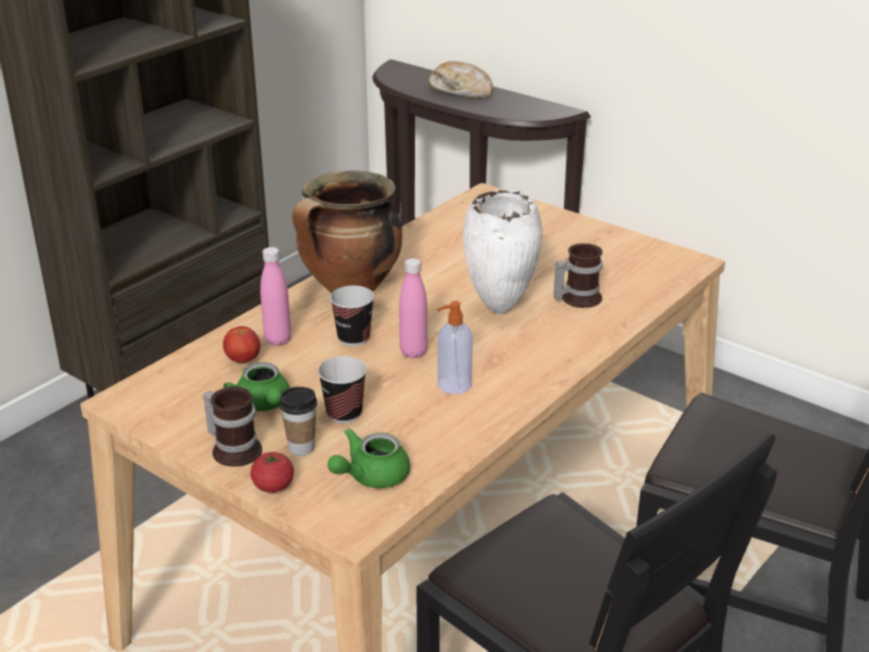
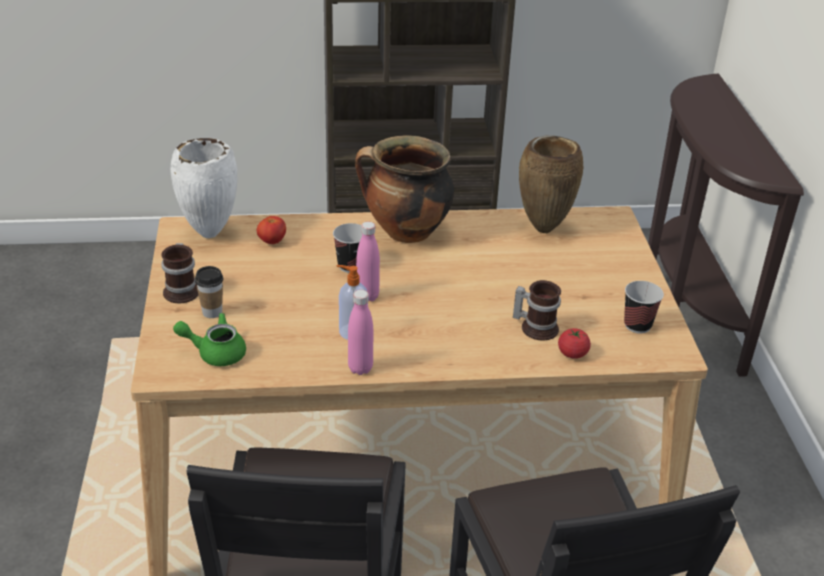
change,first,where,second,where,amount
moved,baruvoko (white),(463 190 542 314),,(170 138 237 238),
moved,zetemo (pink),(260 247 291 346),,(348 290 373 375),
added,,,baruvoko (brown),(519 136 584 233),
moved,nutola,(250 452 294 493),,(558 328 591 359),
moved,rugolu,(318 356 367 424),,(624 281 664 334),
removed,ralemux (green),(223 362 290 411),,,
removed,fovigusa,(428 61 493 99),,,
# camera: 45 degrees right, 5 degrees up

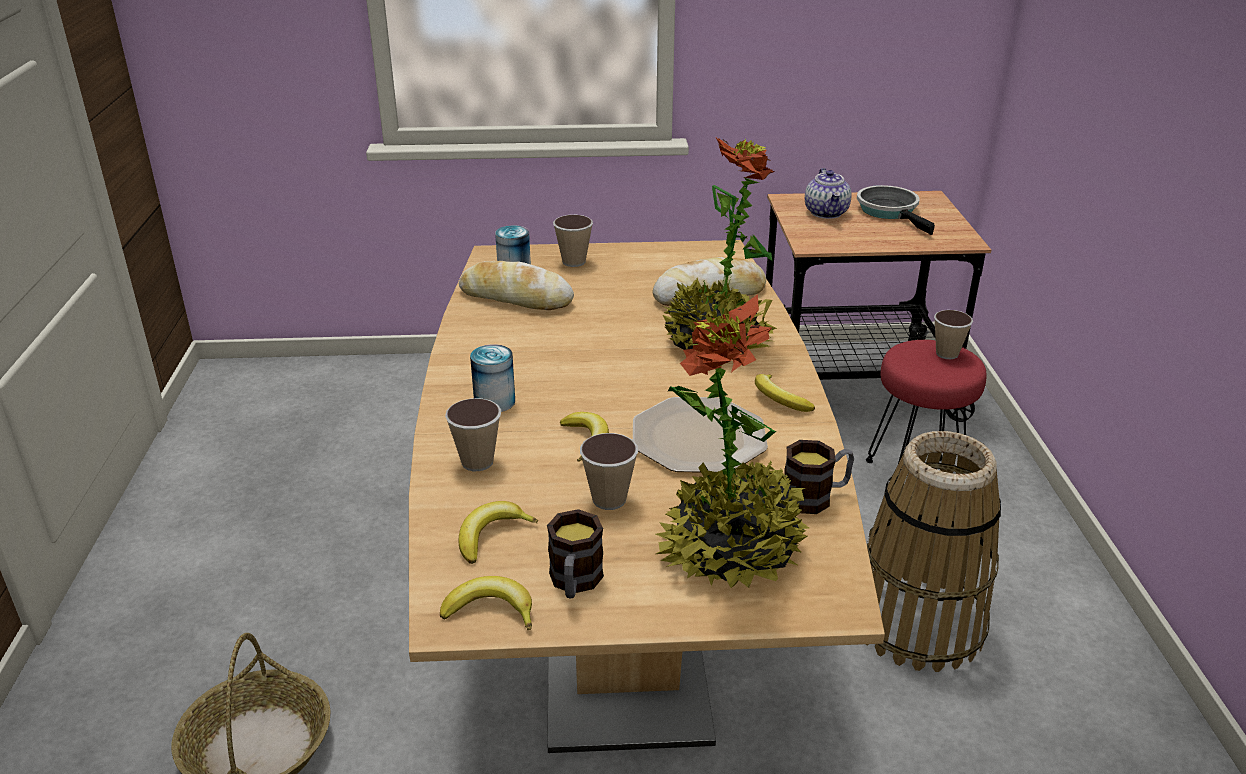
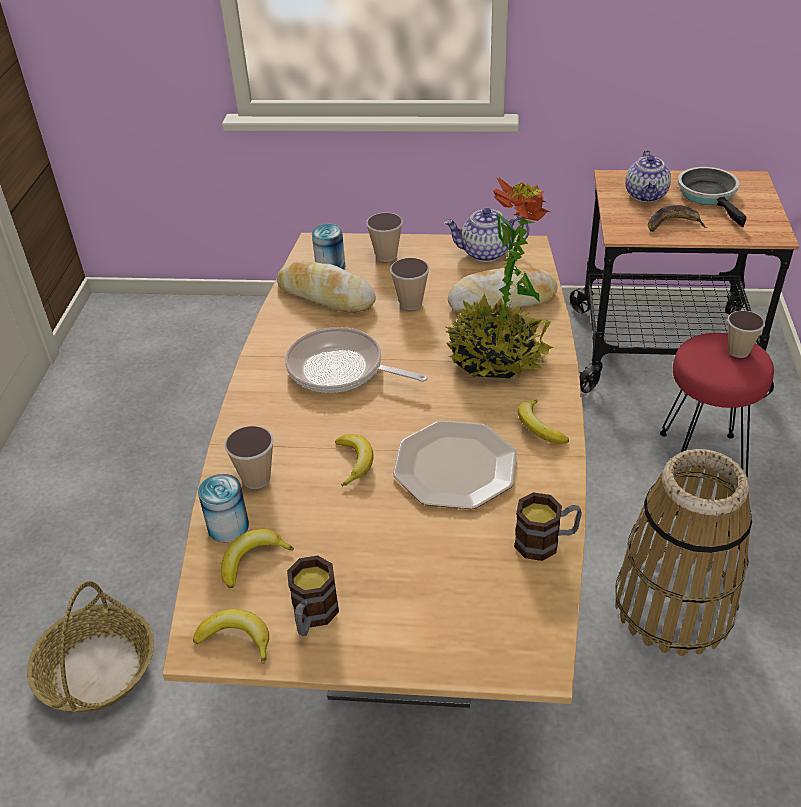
change,first,where,second,where,amount
moved,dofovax,(470 344 515 412),,(198 474 249 543),
added,,,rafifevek,(285 327 428 393),
moved,rugolu,(580 433 638 510),,(390 258 430 310),
added,,,ralemux,(444 208 530 262),
added,,,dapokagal,(648 205 707 232),
removed,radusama,(656 294 809 588),,,
# camera: 10 degrees right, 10 degrees up

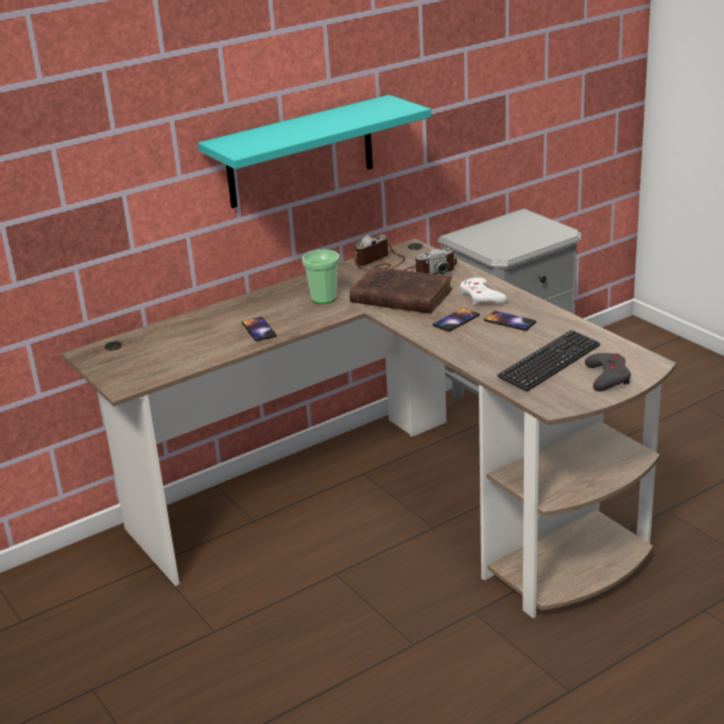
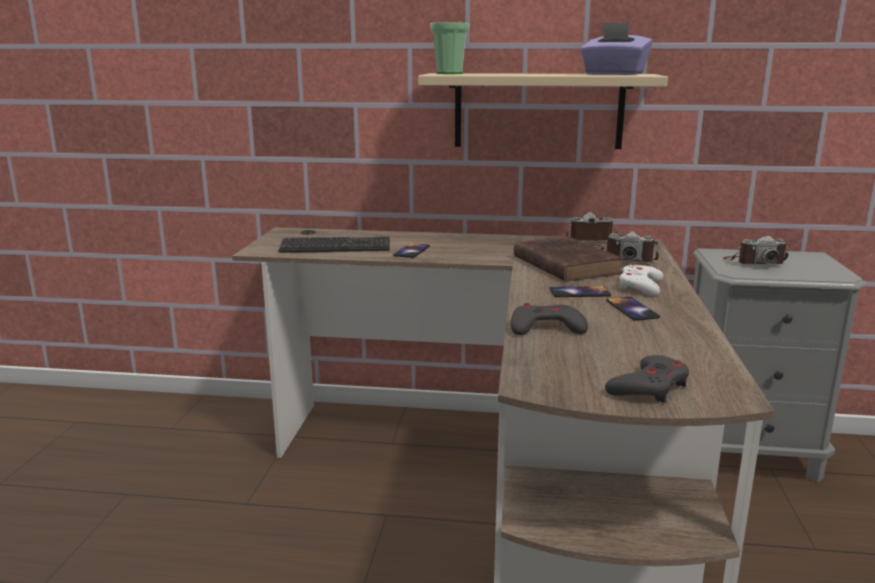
change,first,where,second,where,amount
moved,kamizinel,(497 330 600 392),,(279 236 390 253),
recoloured,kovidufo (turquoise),(198 95 431 208),kovidufo (beige),(418 73 668 149),
moved,rugolu,(302 249 339 304),,(430 22 469 74),
added,,,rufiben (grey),(511 303 588 335),
added,,,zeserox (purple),(580 22 652 75),
added,,,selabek,(723 236 789 264),
# camera: 40 degrees right, 10 degrees down

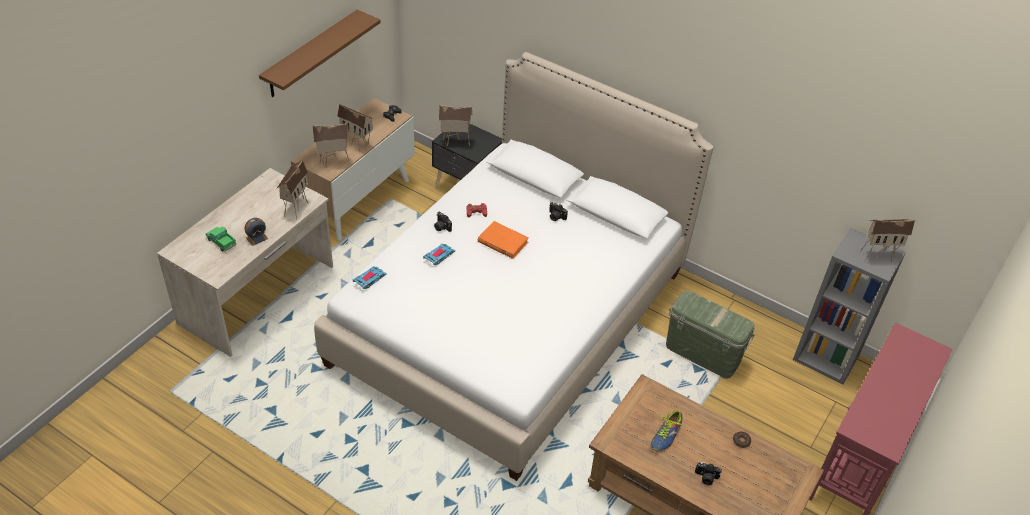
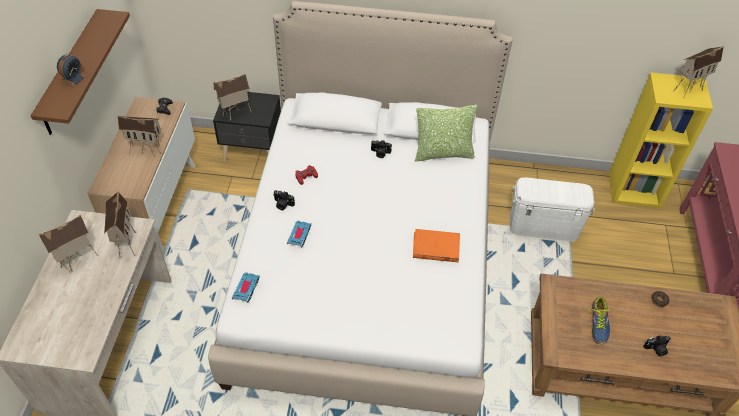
change,first,where,second,where,amount
moved,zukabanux,(312 123 350 168),,(38 215 98 273),
moved,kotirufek,(245 218 268 246),,(57 54 87 87),
moved,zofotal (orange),(478 221 529 259),,(413 229 460 262),
added,,,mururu,(415 105 478 162),
recoloured,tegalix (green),(666 291 755 379),tegalix (white),(510 178 595 242),
recoloured,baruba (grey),(793 228 906 384),baruba (yellow),(609 72 713 208),
removed,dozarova,(206 226 237 252),,,
# camera: 25 degrees left, 5 degrees up

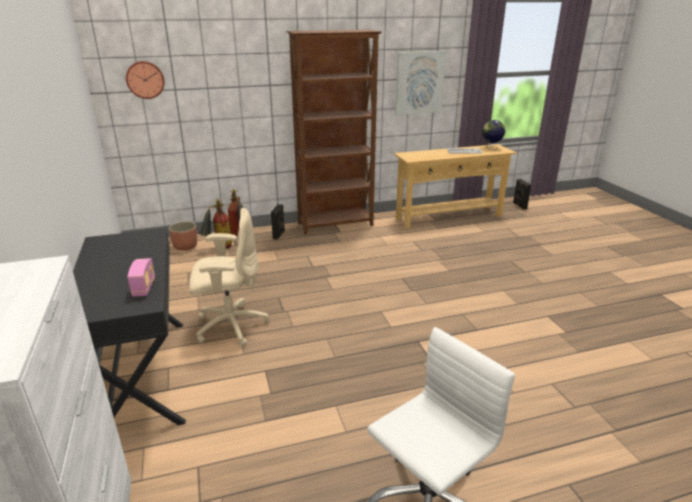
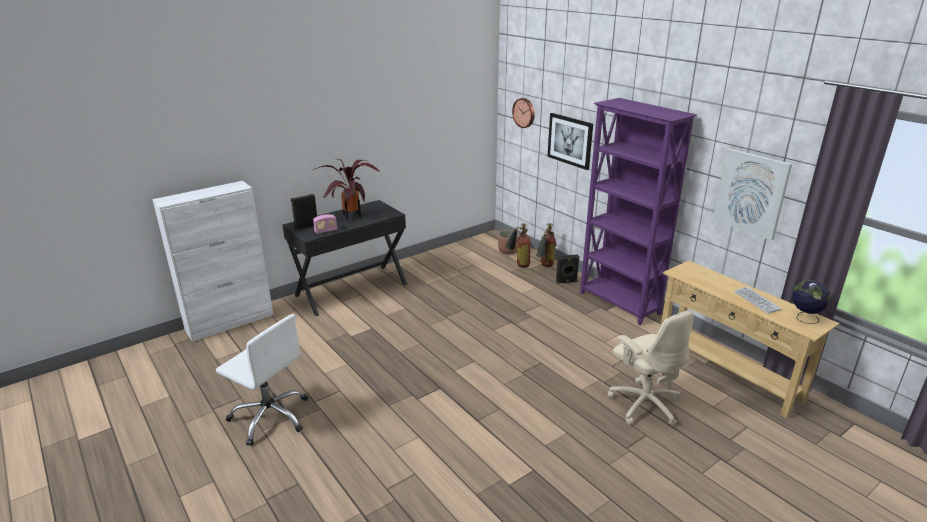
change,first,where,second,where,amount
moved,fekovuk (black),(513 179 531 210),,(290 194 317 230),
added,,,radusama,(313 159 381 220),
added,,,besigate,(547 113 593 170),
recoloured,baruba (brown),(286 29 382 235),baruba (purple),(580 98 697 325),
moved,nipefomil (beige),(189 208 269 346),,(607 310 693 426),
# camera: 70 degrees right, 0 degrees up

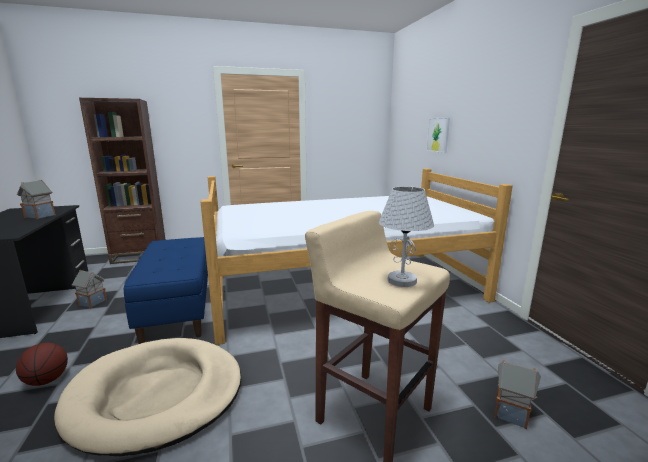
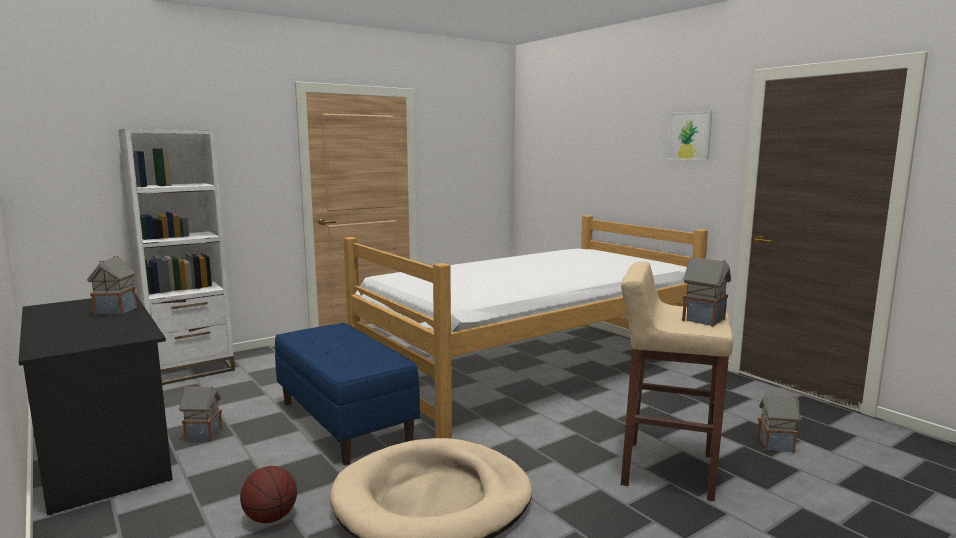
change,first,where,second,where,amount
recoloured,baruba (brown),(79 98 166 264),baruba (white),(118 129 235 385),
moved,besigate,(426 117 450 153),,(667 111 712 161),
replaced,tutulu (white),(379 186 434 287),zukabanux,(682 256 732 327),
# camera: 20 degrees left, 5 degrees down

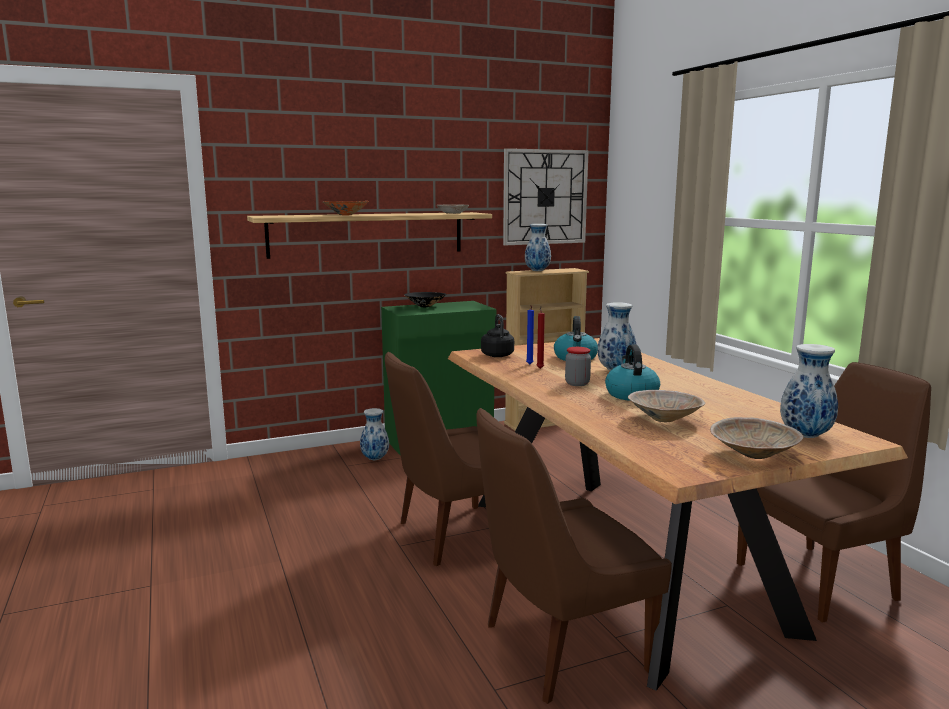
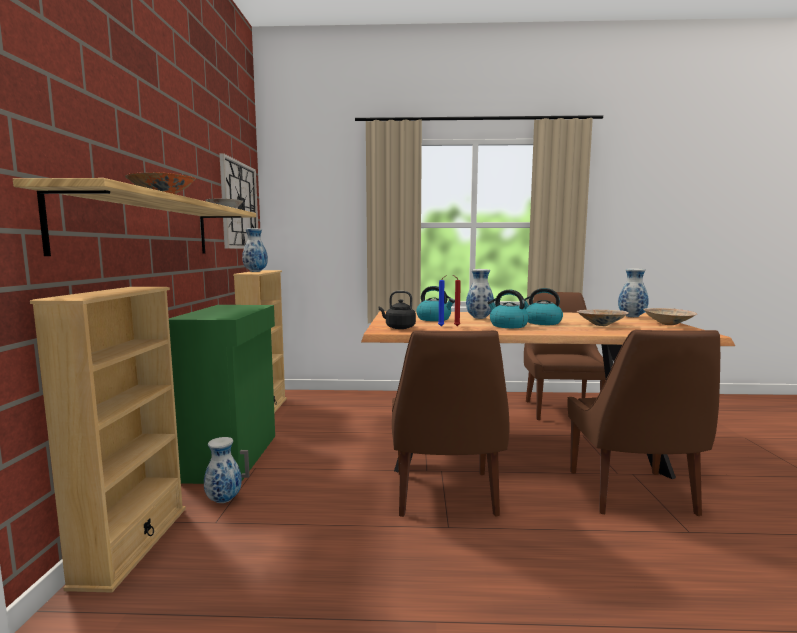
change,first,where,second,where,amount
added,,,baruba (beige),(30 287 186 593),
replaced,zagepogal,(565 347 591 386),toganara,(488 290 529 328),
removed,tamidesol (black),(404 292 446 307),,,
# camera: 65 degrees left, 5 degrees down

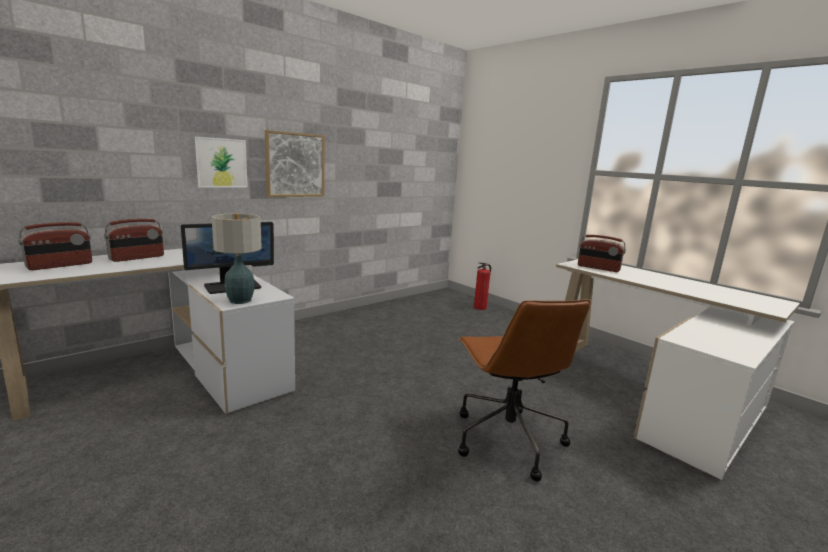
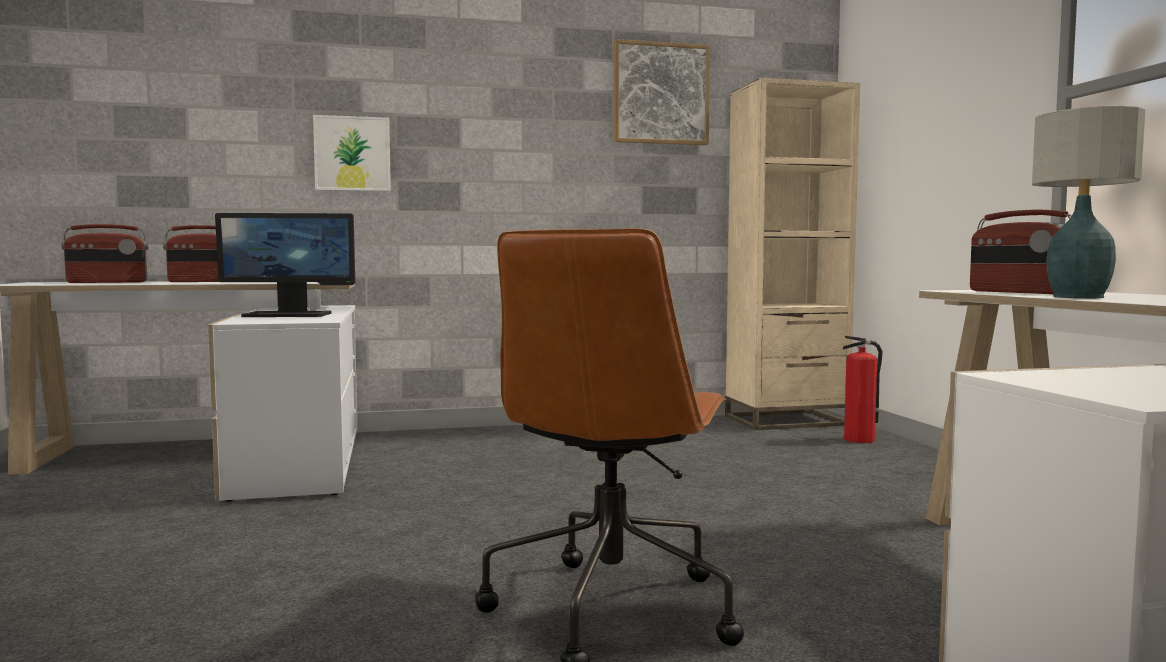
change,first,where,second,where,amount
moved,besigate,(265 130 325 197),,(614 39 710 145),
added,,,baruba (beige),(725 78 860 430),
moved,tutulu,(212 213 262 304),,(1032 106 1145 298),
# camera: 30 degrees right, 10 degrees down

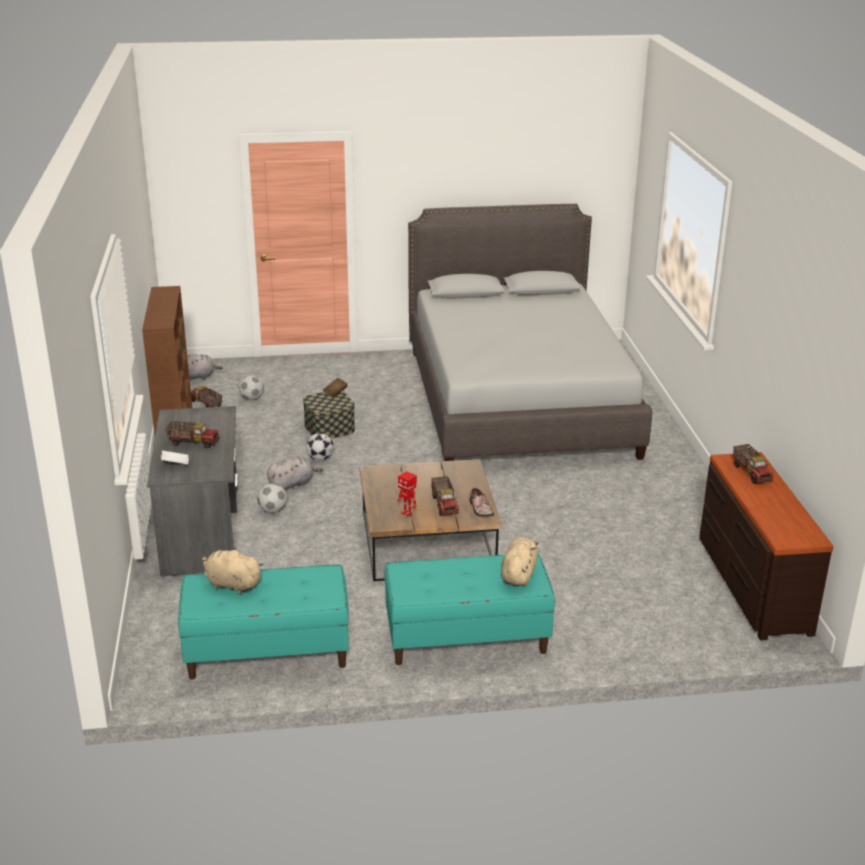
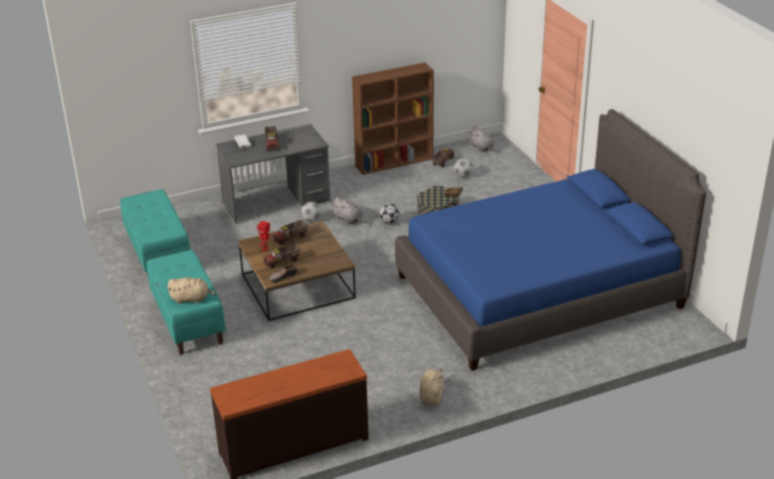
change,first,where,second,where,amount
moved,dozarova,(733 444 774 484),,(272 220 308 245),
recoloured,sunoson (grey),(408 204 652 461),sunoson (blue),(395 109 706 371),
moved,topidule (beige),(202 547 264 594),,(420 369 443 405),
# camera: 75 degrees right, 5 degrees up

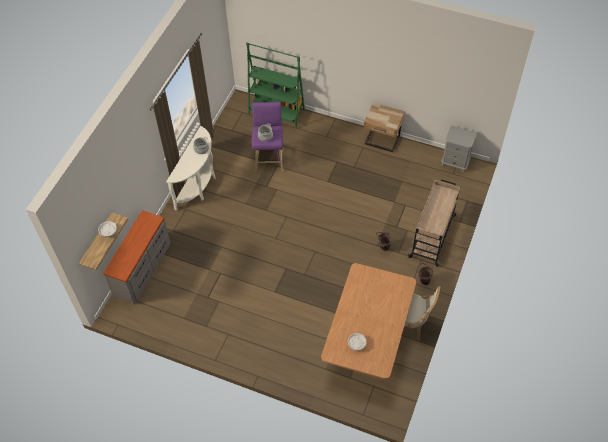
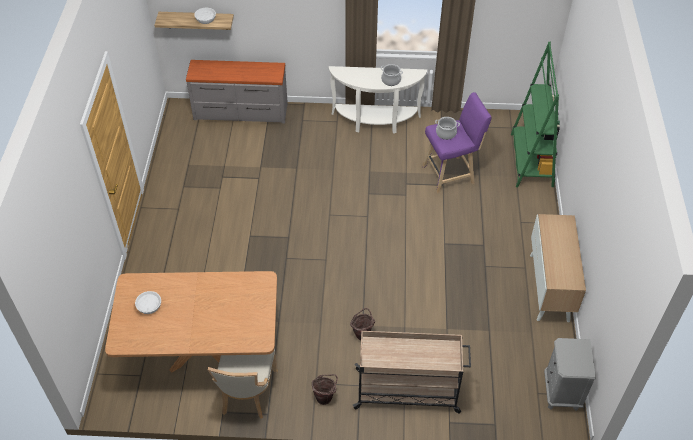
change,first,where,second,where,amount
replaced,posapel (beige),(364 103 405 152),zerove,(530 214 586 323),
# camera: 70 degrees right, 5 degrees down

